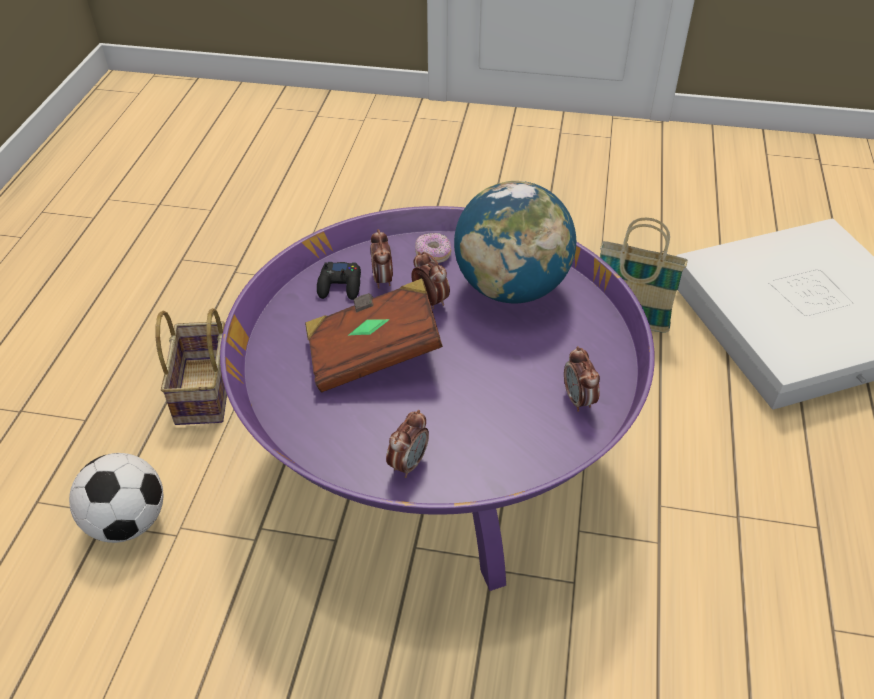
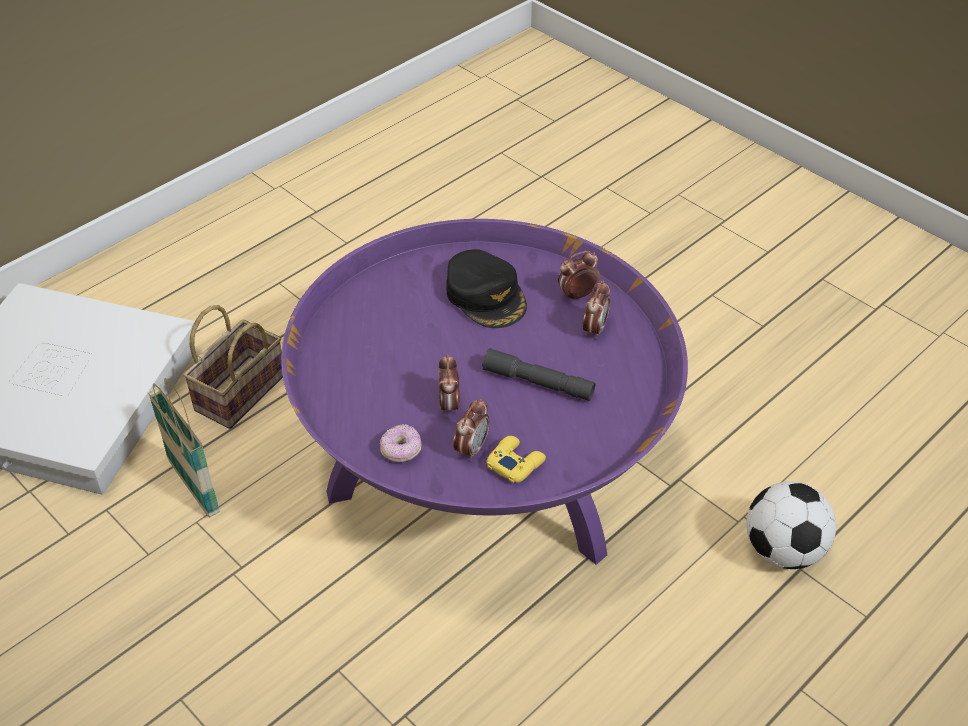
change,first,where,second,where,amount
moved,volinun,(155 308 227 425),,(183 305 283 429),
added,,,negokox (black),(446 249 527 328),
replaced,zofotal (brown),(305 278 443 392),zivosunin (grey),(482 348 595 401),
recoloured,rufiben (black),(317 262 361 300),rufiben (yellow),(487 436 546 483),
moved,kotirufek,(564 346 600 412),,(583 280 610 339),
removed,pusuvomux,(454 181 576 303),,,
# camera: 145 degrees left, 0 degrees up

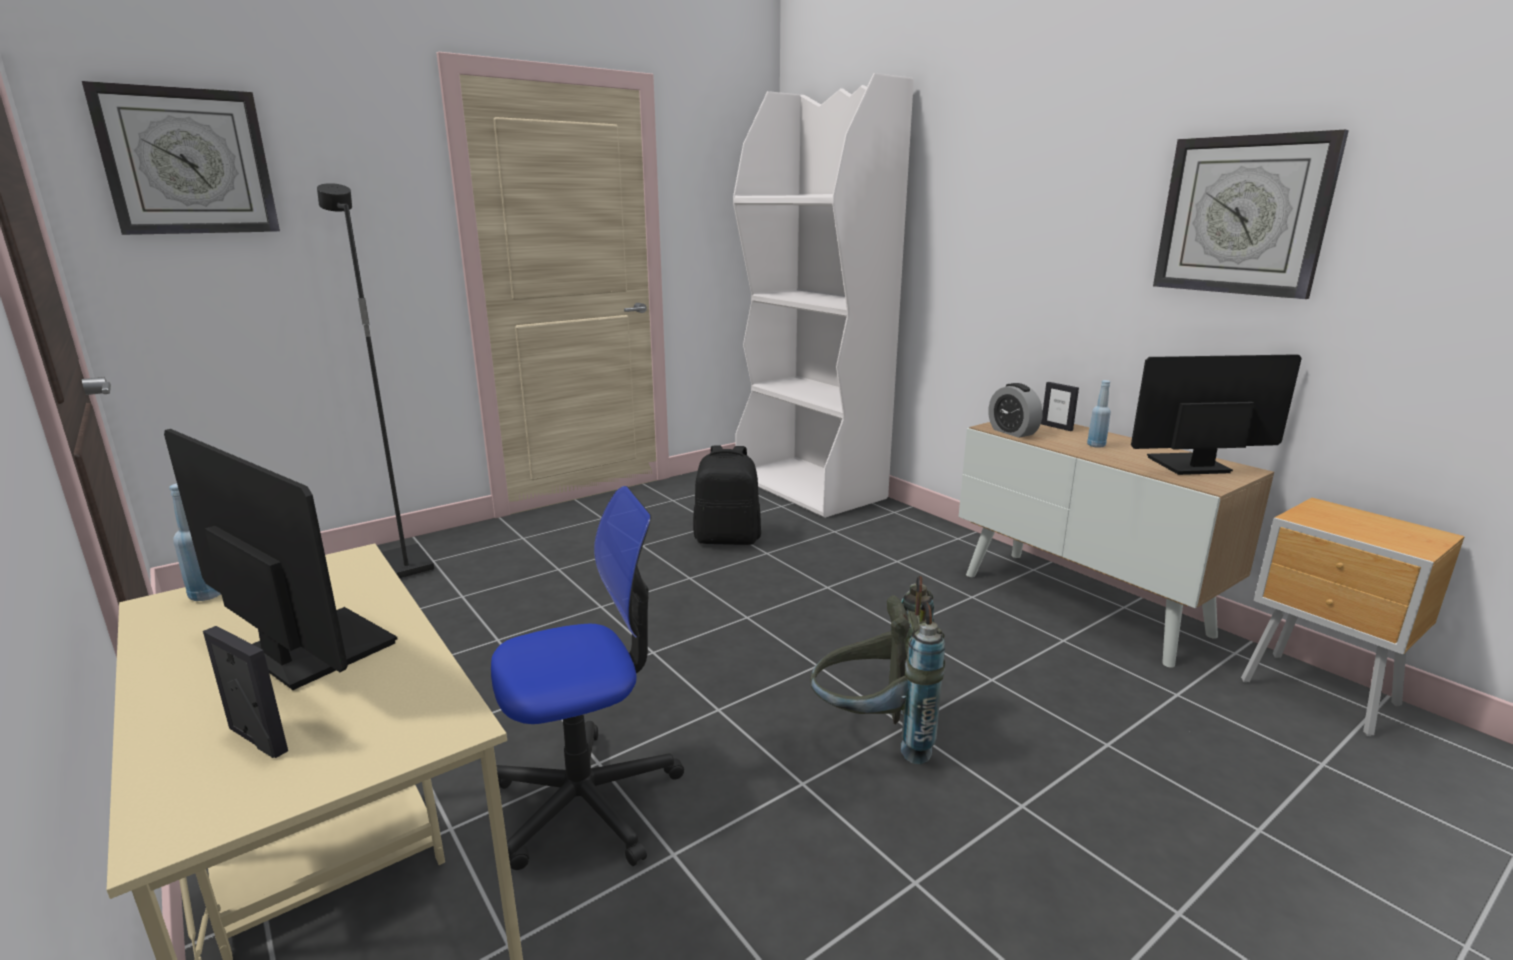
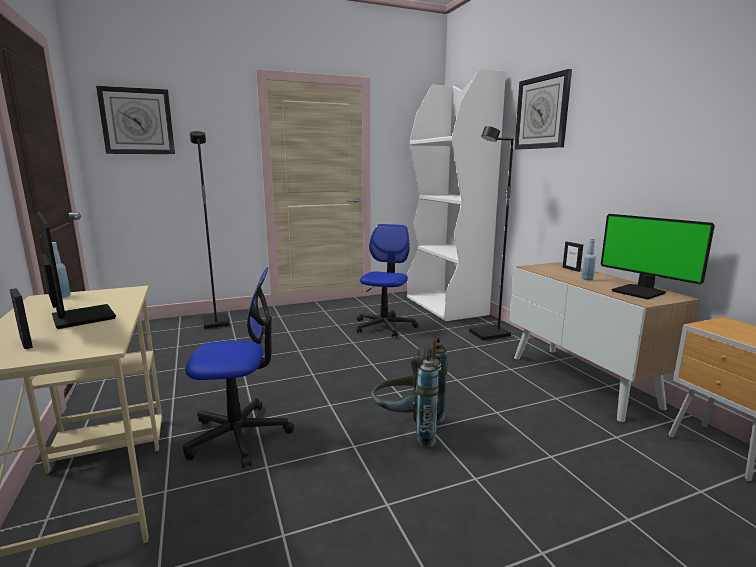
change,first,where,second,where,amount
replaced,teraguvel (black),(693 445 761 545),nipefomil,(357 224 418 337),
added,,,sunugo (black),(469 126 514 341),
moved,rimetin,(1153 130 1349 299),,(514 69 572 150),
turned,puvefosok,(1131 354 1302 475),,(601 214 715 300),135 degrees counterclockwise
removed,kotirufek,(988 383 1043 438),,,
# camera: 15 degrees right, 5 degrees down

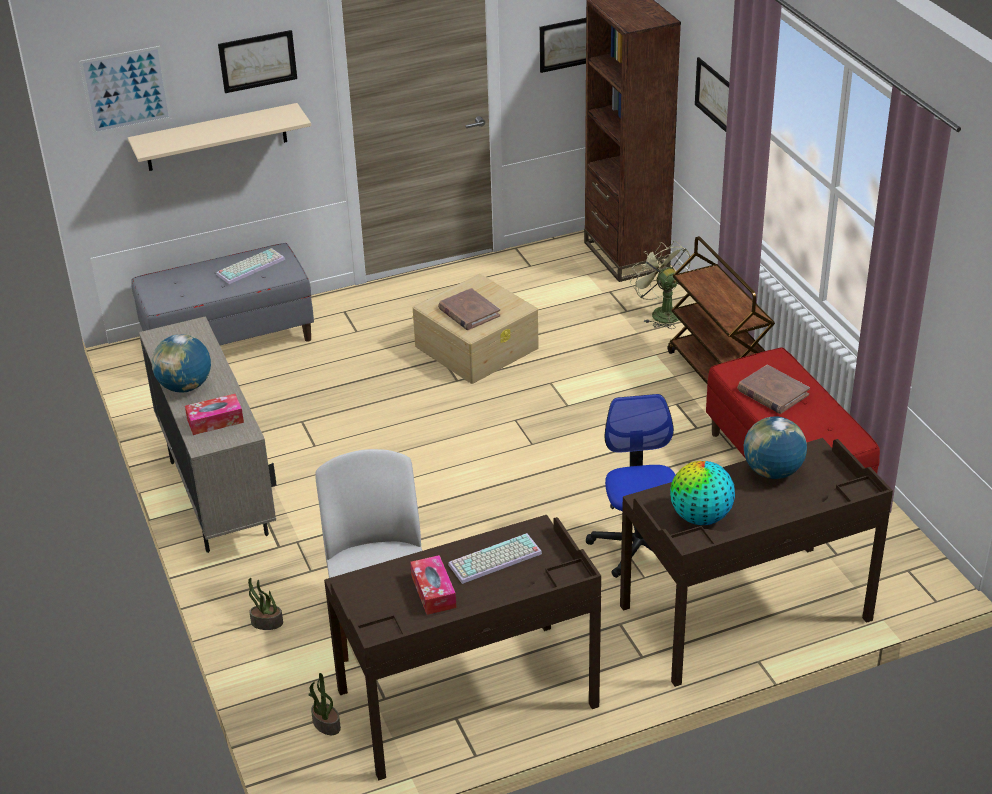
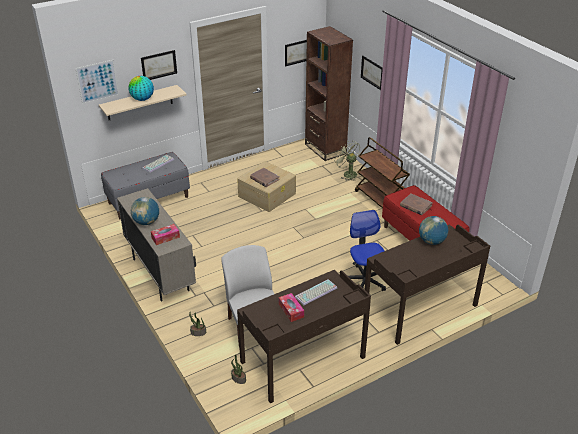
change,first,where,second,where,amount
moved,pusuvomux,(670 461 735 525),,(129 76 154 101),
# camera: 10 degrees left, 0 degrees up

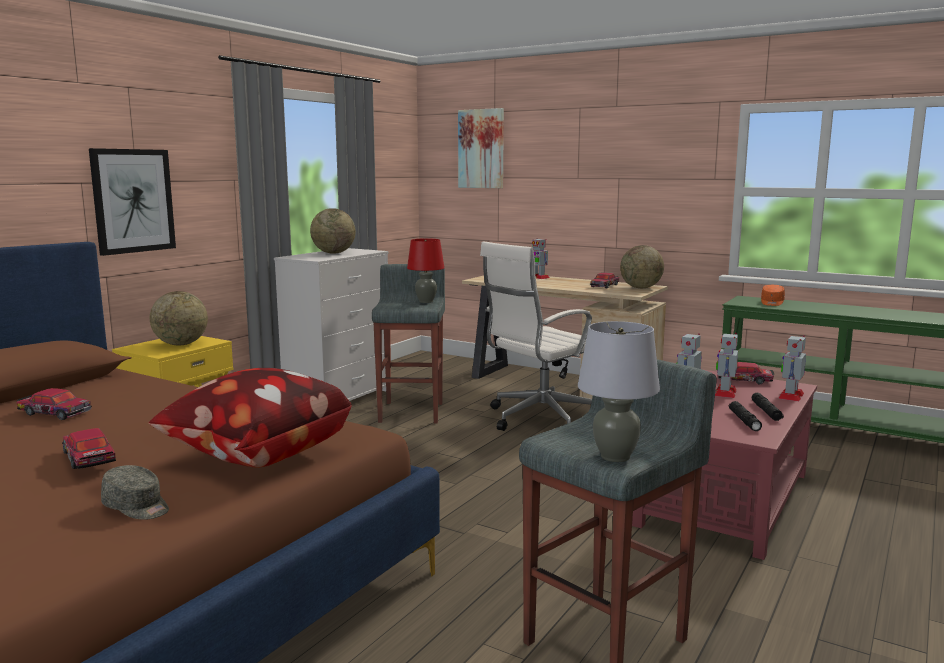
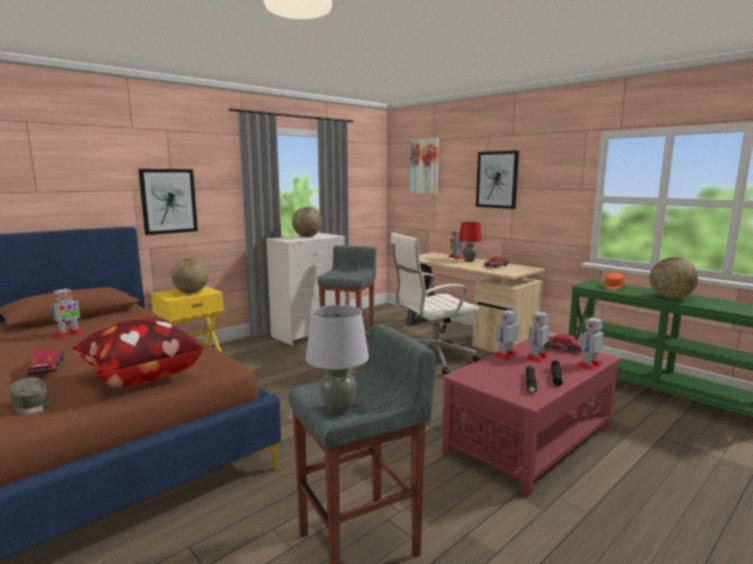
change,first,where,second,where,amount
replaced,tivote,(16 388 92 420),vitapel,(50 287 85 338),
moved,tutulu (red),(407 238 445 303),,(458 222 482 262),
added,,,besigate,(476 150 519 209),
moved,pusuvomux,(620 245 664 288),,(650 257 698 299),
# camera: 15 degrees right, 0 degrees up

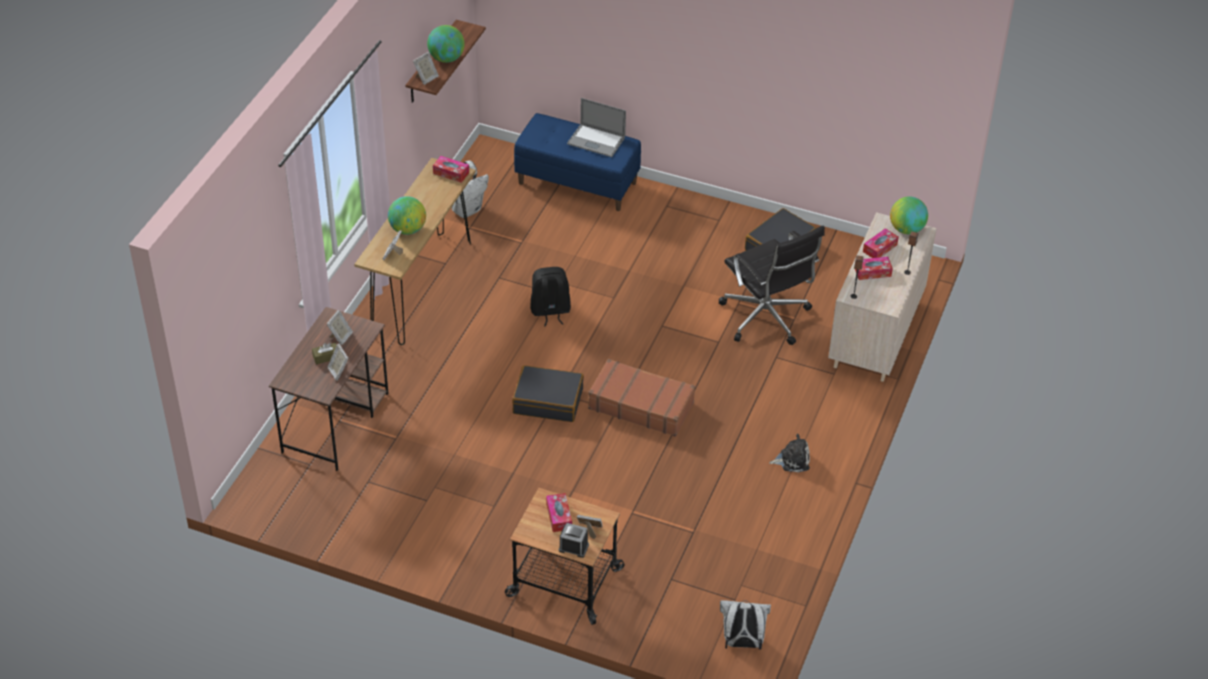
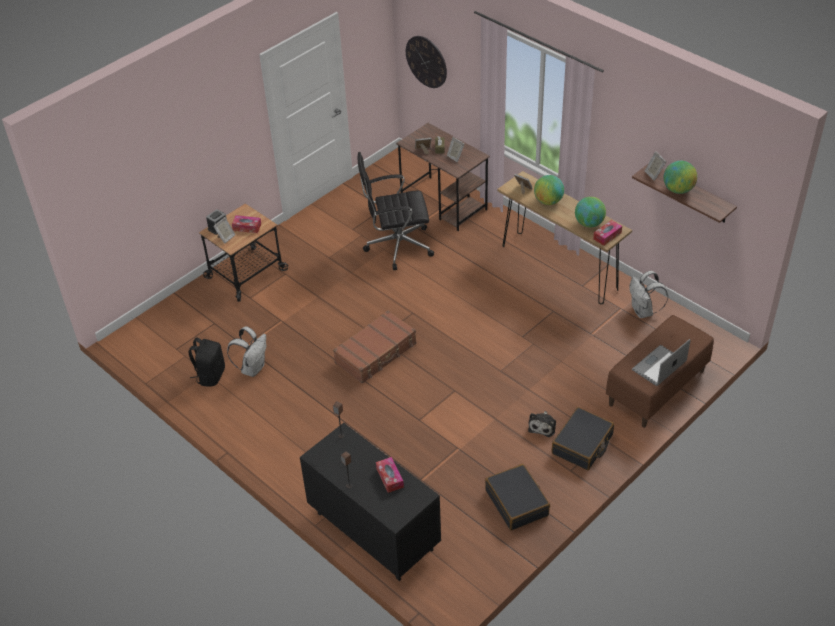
change,first,where,second,where,amount
moved,teraguvel (black),(530 267 571 327),,(188 337 225 387),
moved,teraguvel (white),(720 600 771 650),,(227 326 266 377),
recoloured,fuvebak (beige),(828 212 937 382),fuvebak (black),(300 423 441 581),
moved,nipefomil (black),(719 226 825 345),,(358 152 434 270),
added,,,rimetin,(406 36 447 88),
moved,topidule,(769 434 810 472),,(528 411 556 437),
moved,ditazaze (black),(512 365 584 422),,(552 407 614 470),
moved,pusuvomux,(890 196 928 234),,(575 197 606 228),
recoloured,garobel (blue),(514 113 641 211),garobel (brown),(606 315 714 428),
removed,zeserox,(855 257 893 280),,,
# camera: 115 degrees right, 0 degrees up

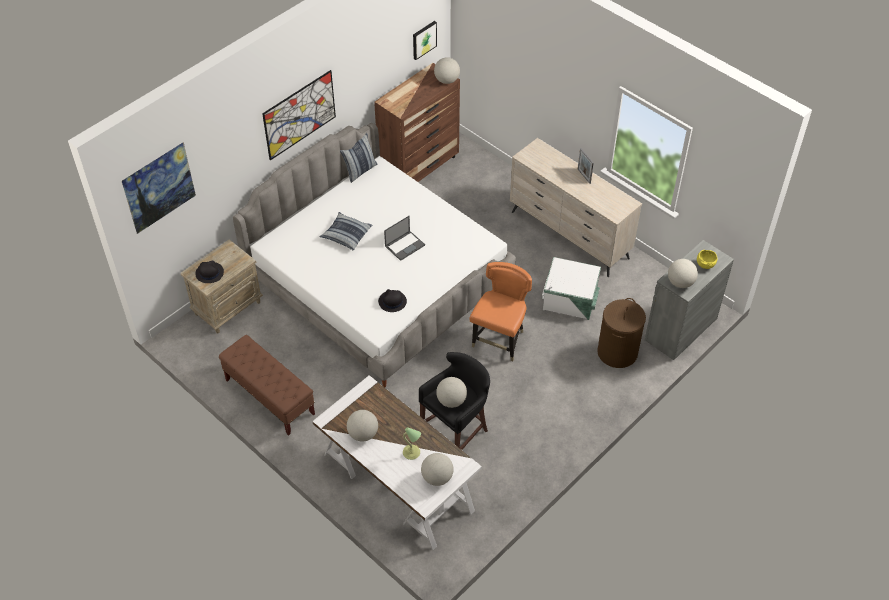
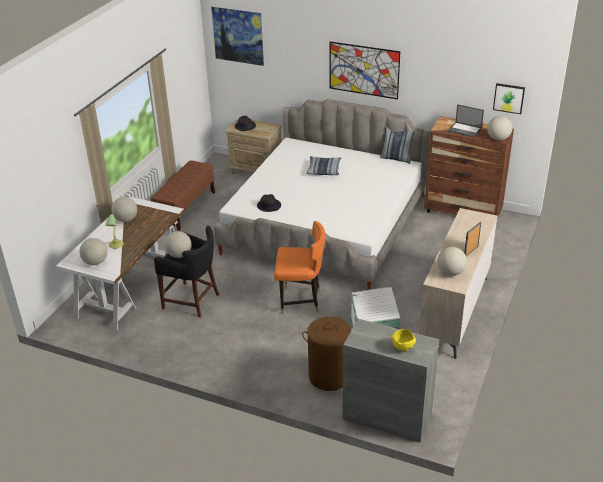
change,first,where,second,where,amount
moved,pusuvomux,(668 259 698 288),,(437 247 467 276),
moved,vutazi,(384 216 425 261),,(448 104 484 138),
# camera: 70 degrees right, 15 degrees down

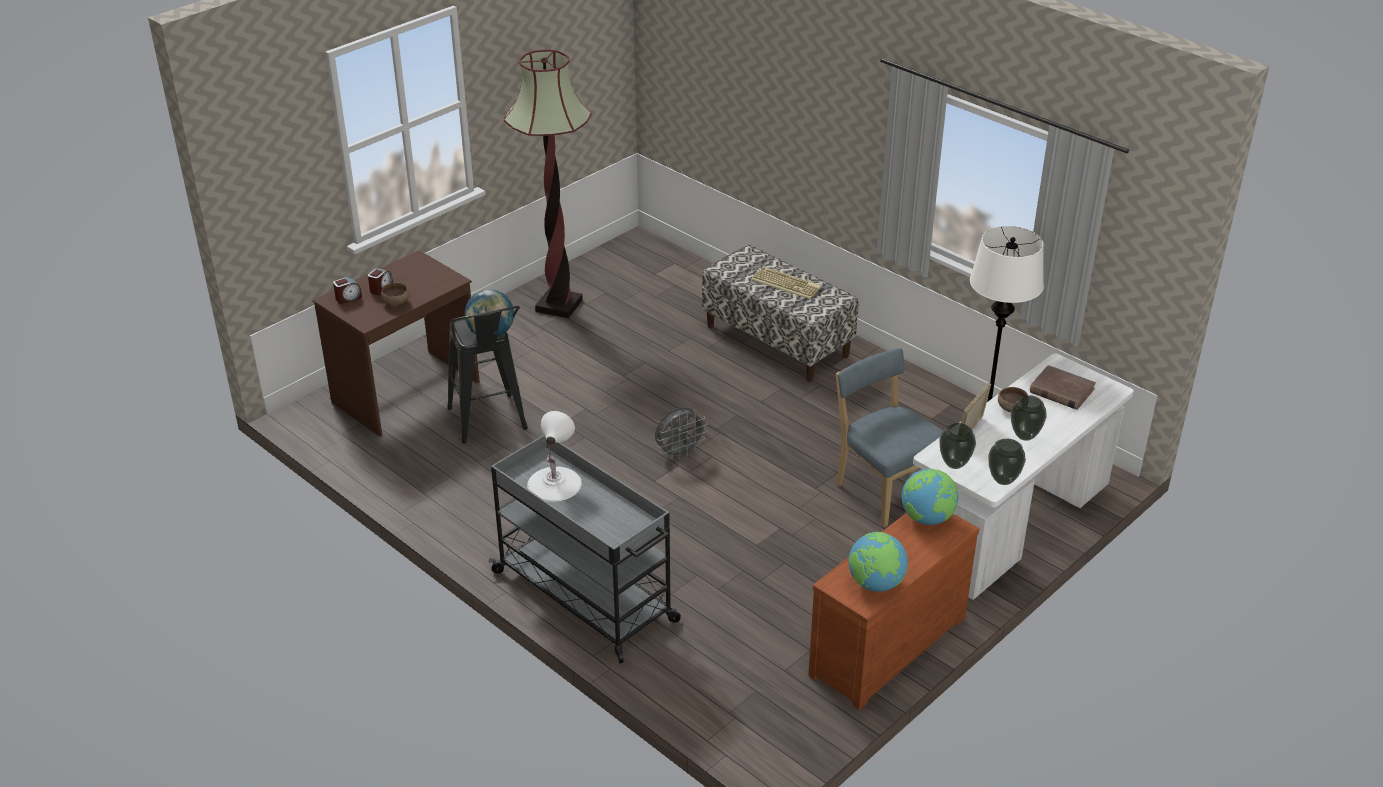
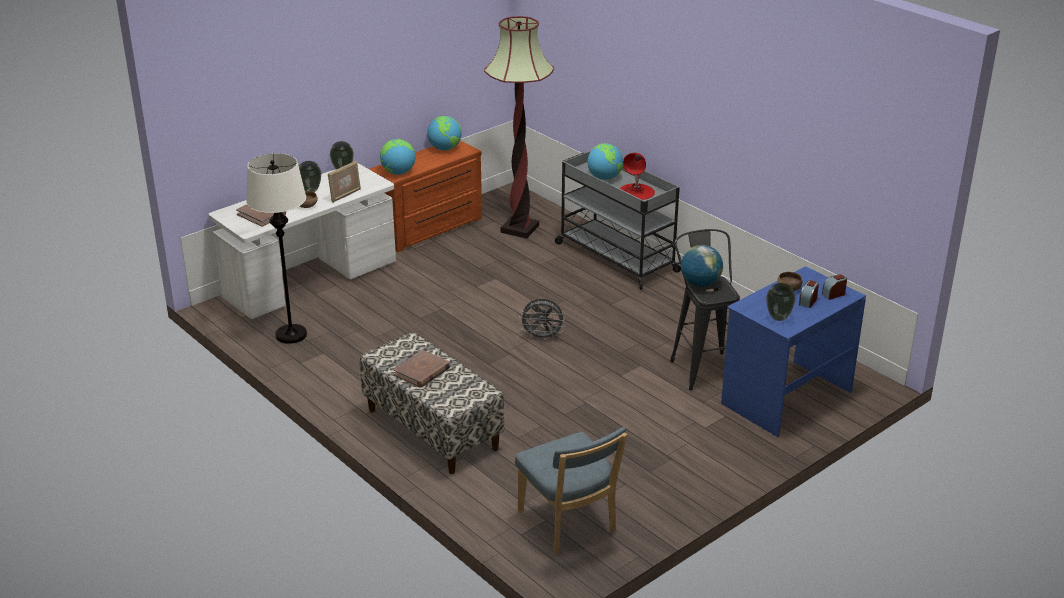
change,first,where,second,where,amount
replaced,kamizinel,(751 267 822 299),zofotal (brown),(393 350 451 387),
moved,sunugo,(504 49 592 318),,(484 16 554 239),
moved,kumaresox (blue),(836 348 943 527),,(515 427 627 554),
turned,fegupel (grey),(655 407 708 459),,(519 299 565 341),150 degrees counterclockwise
added,,,pusuvomux,(587 143 623 180),
recoloured,tutulu (white),(527 411 582 502),tutulu (red),(620 153 655 200),
recoloured,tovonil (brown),(313 250 480 437),tovonil (blue),(721 266 866 437),
moved,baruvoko,(939 423 976 469),,(766 283 796 321),
# camera: 175 degrees left, 5 degrees down

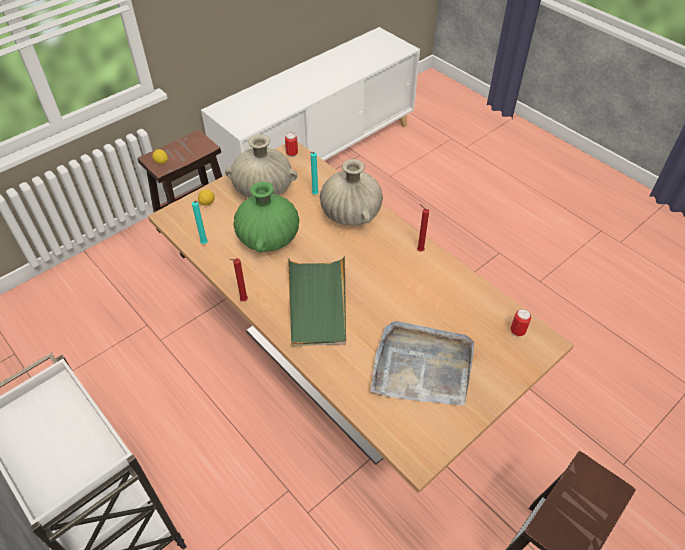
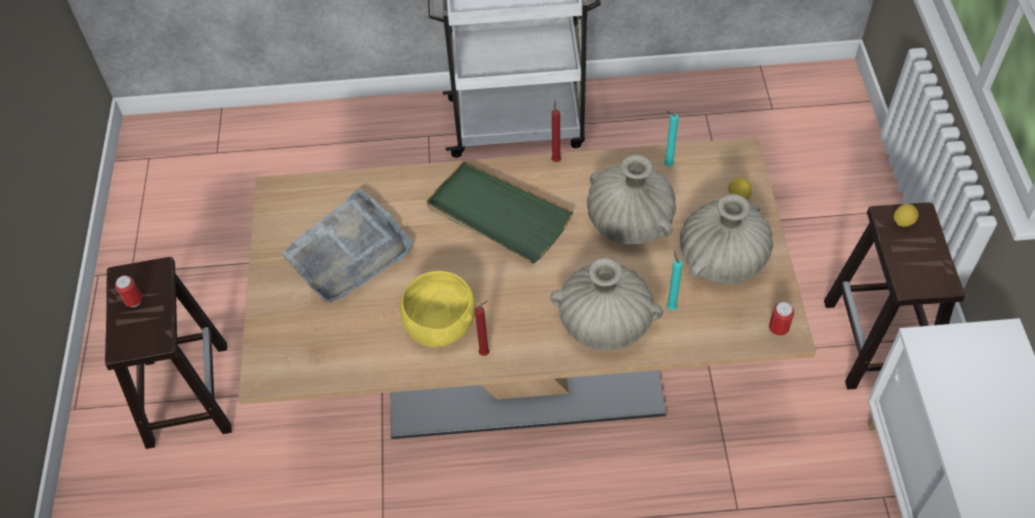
change,first,where,second,where,amount
moved,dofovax,(511 309 531 337),,(115 276 142 307),
added,,,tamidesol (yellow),(400 271 475 347),
recoloured,baruvoko (green),(233 182 299 253),baruvoko (beige),(587 155 676 245),
# camera: 130 degrees right, 5 degrees up

